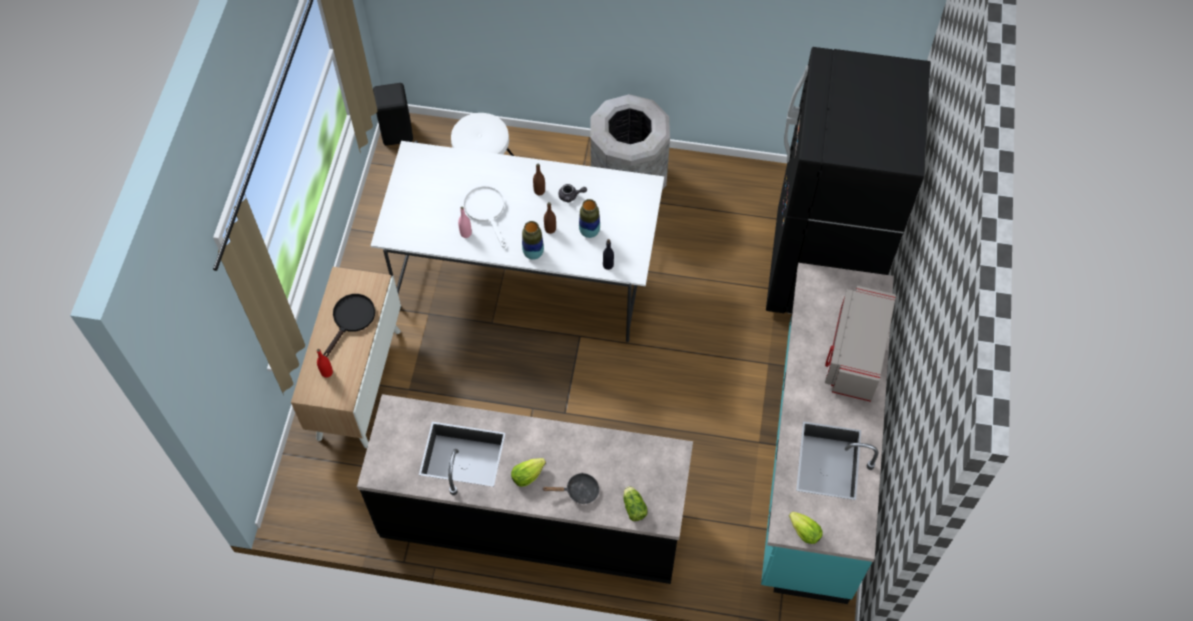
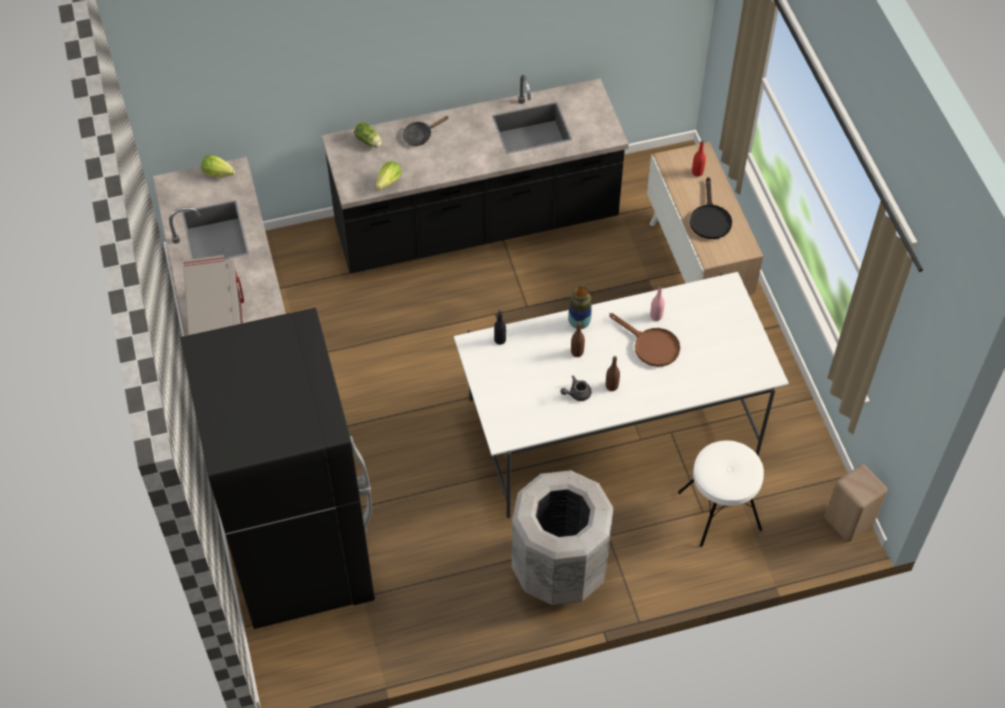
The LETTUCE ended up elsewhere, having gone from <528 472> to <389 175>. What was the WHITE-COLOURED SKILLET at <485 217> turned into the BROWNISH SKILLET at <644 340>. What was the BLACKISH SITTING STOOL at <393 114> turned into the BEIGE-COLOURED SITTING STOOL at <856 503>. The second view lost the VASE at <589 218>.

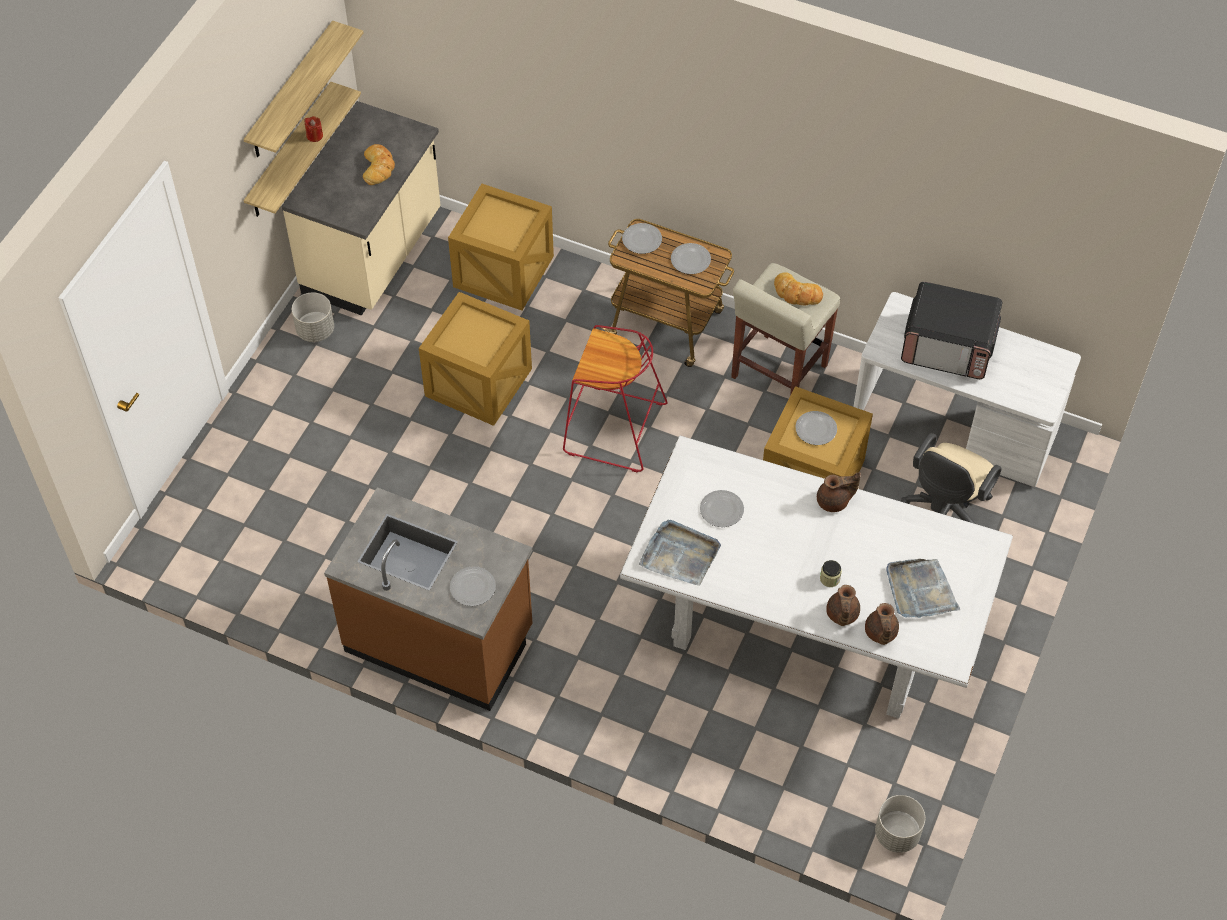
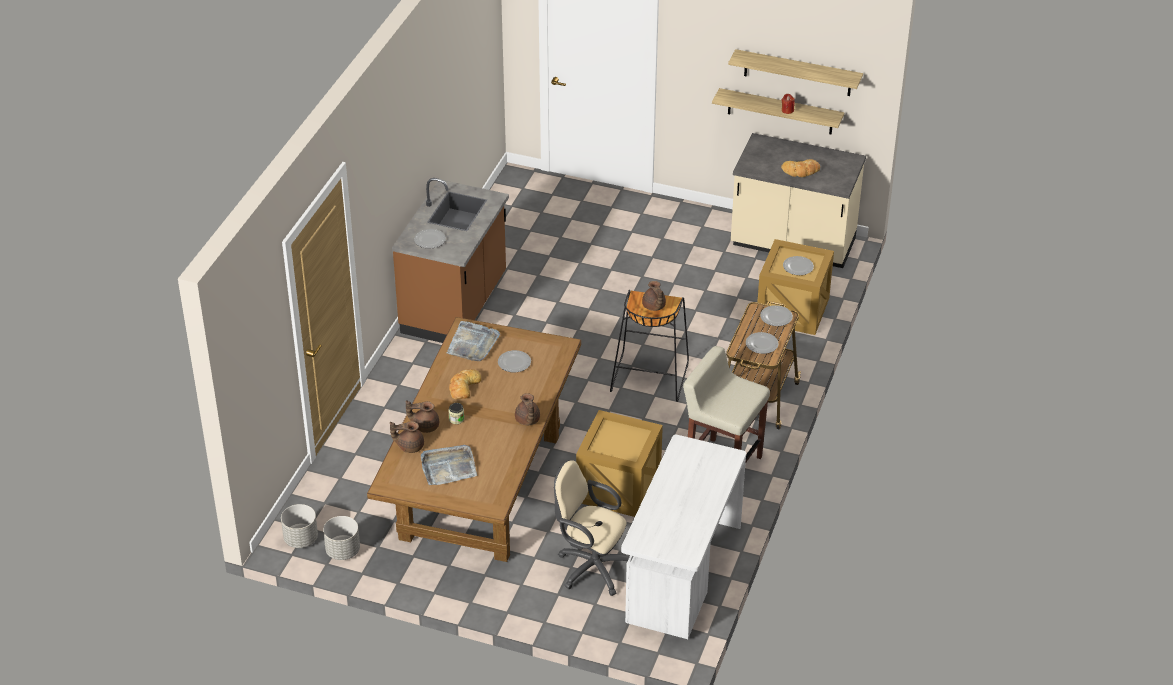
The GREY PLANT POT ended up elsewhere, having gone from <313 317> to <341 538>. What was the WHITE-COLOURED DINNER TABLE at <816 577> turned into the BROWNISH DINNER TABLE at <474 439>. The BAKED BREAD ended up elsewhere, having gone from <798 288> to <465 384>. What was the RED SITTING STOOL at <615 398> turned into the BLACKISH SITTING STOOL at <649 346>. The second view gained the BROWNISH POT FOR TEA at <654 296>. The DINNER PLATE ended up elsewhere, having gone from <816 428> to <798 265>. The second view lost the SHIPPING CRATE at <475 359>. The second view lost the MICROWAVE at <951 330>.

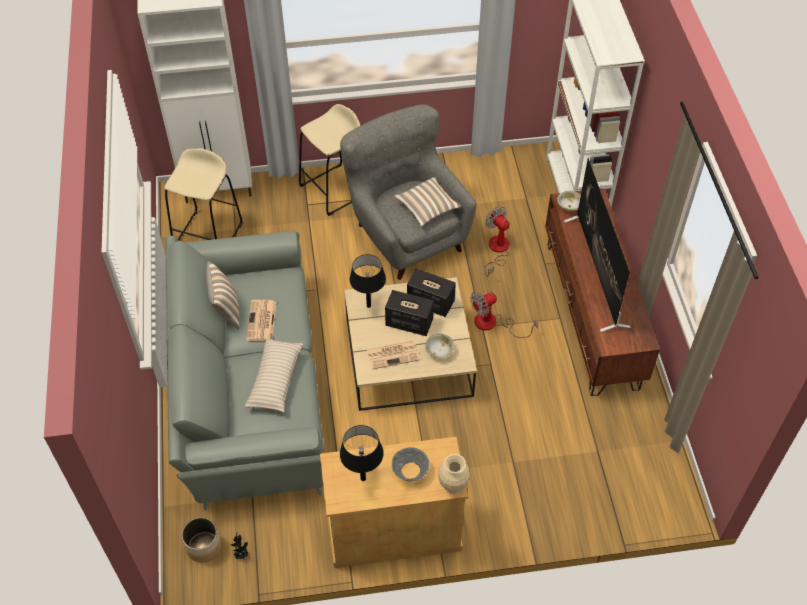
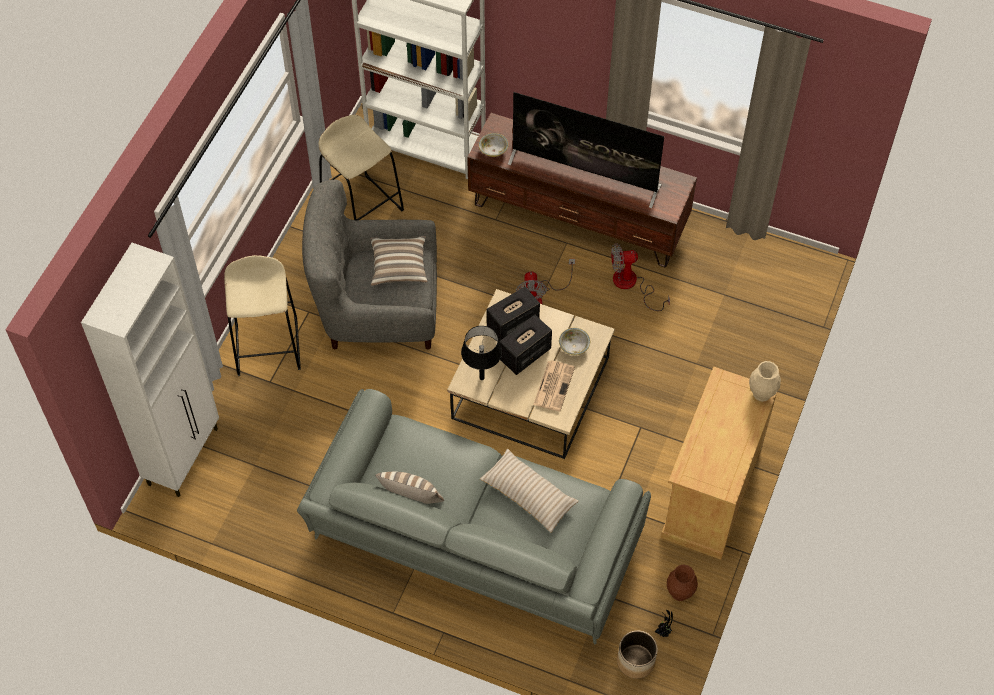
The BEIGE-COLOURED SITTING STOOL ended up elsewhere, having gone from <203 194> to <361 167>. The ELECTRIC FAN ended up elsewhere, having gone from <497 241> to <640 277>. The second view gained the BROWNISH VASE at <682 582>. The second view lost the NEWSPAPER at <261 320>. The second view lost the BLACKISH TABLE LAMP at <361 453>. The second view lost the GREY BOWL at <410 464>.

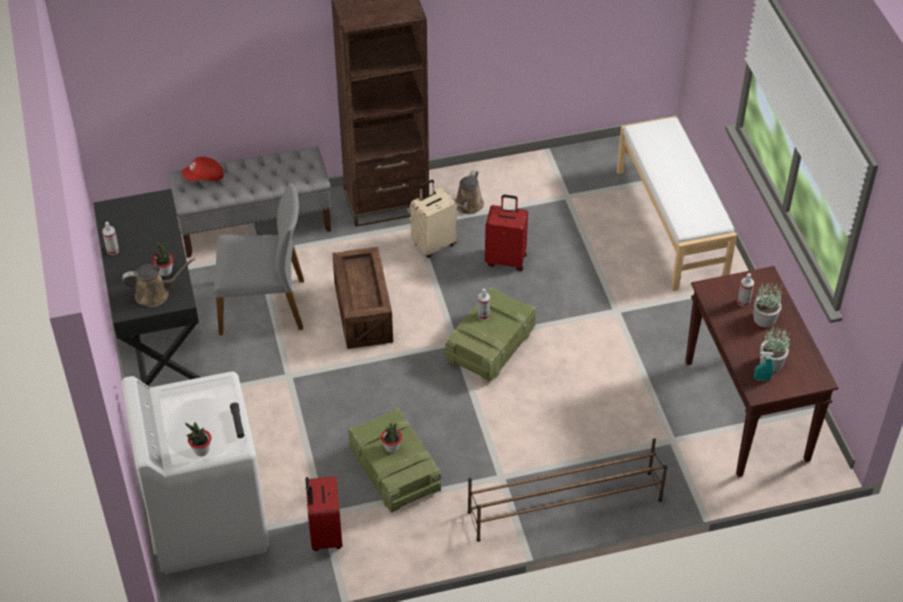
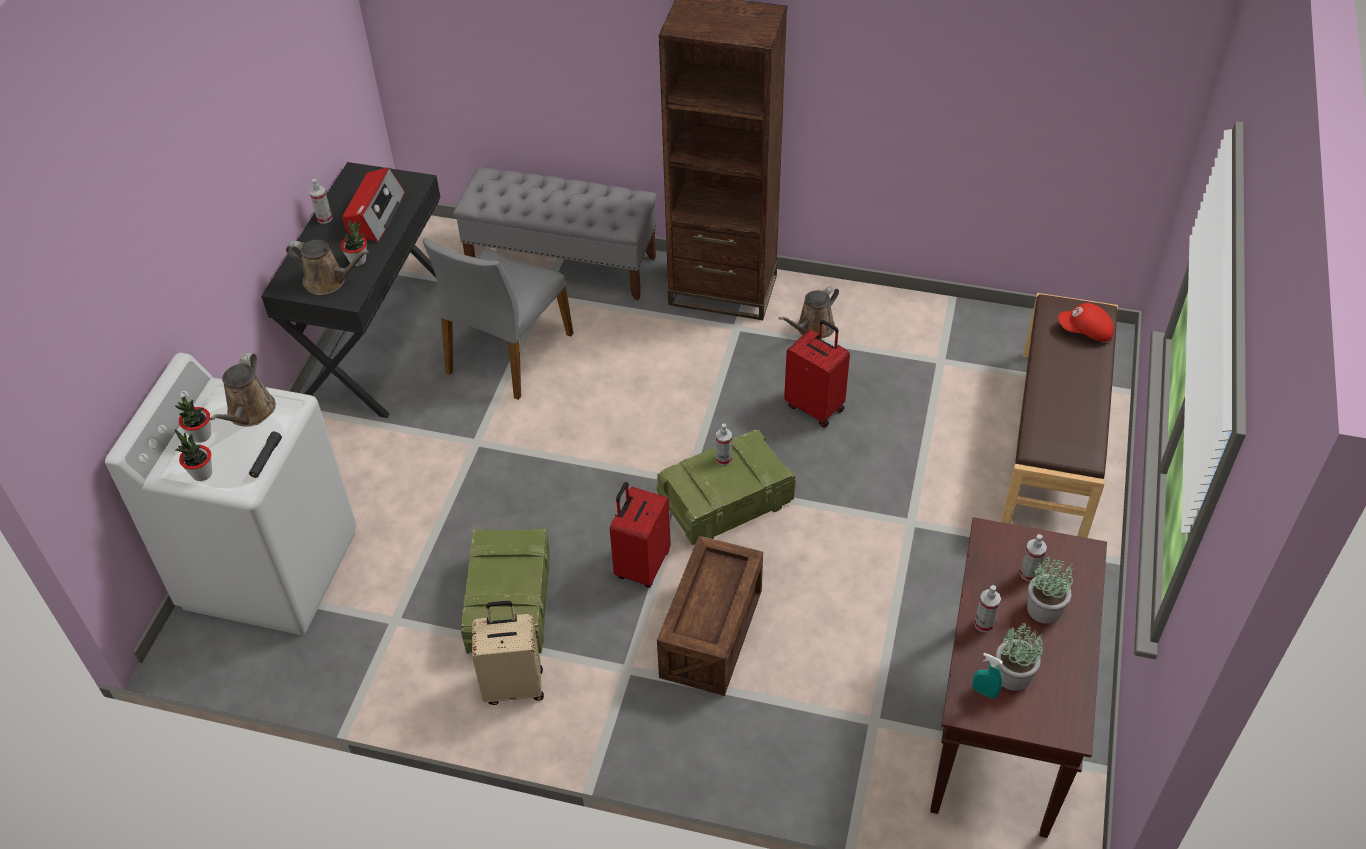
The PLANT IN A POT ended up elsewhere, having gone from <391 438> to <193 420>. The second view gained the BROWNISH WATERING POT at <243 390>. The second view gained the RADIO RECEIVER at <373 204>. The GREY UPRIGHT CHAIR at <259 259> ended up facing another way, 90 degrees clockwise from before. The BEIGE-COLOURED PIECE OF LUGGAGE ended up elsewhere, having gone from <433 219> to <508 653>. The RED PIECE OF LUGGAGE ended up elsewhere, having gone from <324 513> to <640 535>. The SHIPPING CRATE ended up elsewhere, having gone from <363 298> to <710 616>. The second view gained the SPRAYER at <987 608>. What was the WHITE-COLOURED BENCH at <677 203> turned into the BROWNISH BENCH at <1059 415>. The RED PEAKED CAP ended up elsewhere, having gone from <203 169> to <1086 322>. The second view lost the BROWNISH SHOE RACK at <567 490>.

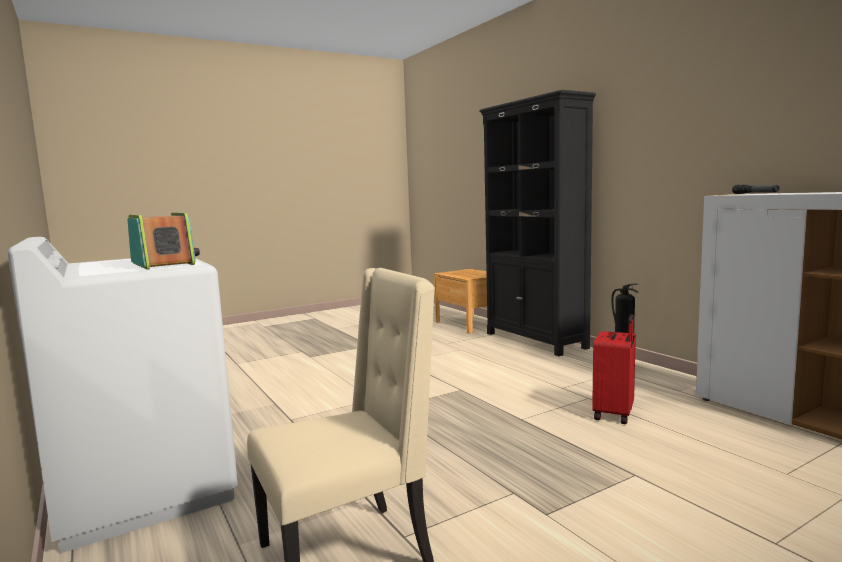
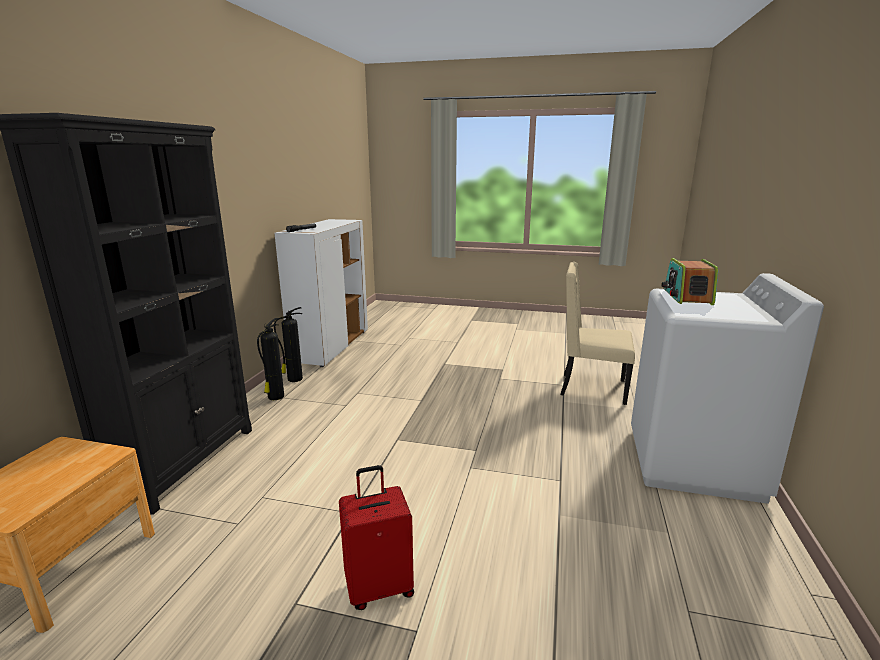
The second view gained the FIRE EXTINGUISHER at <288 344>. The RED PIECE OF LUGGAGE ended up elsewhere, having gone from <614 369> to <376 537>.

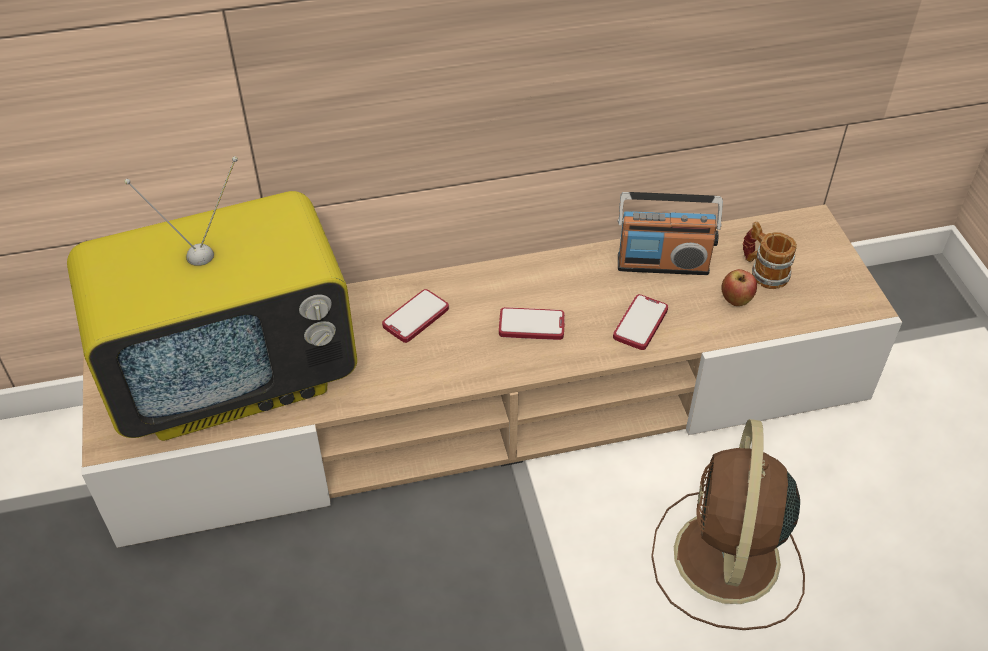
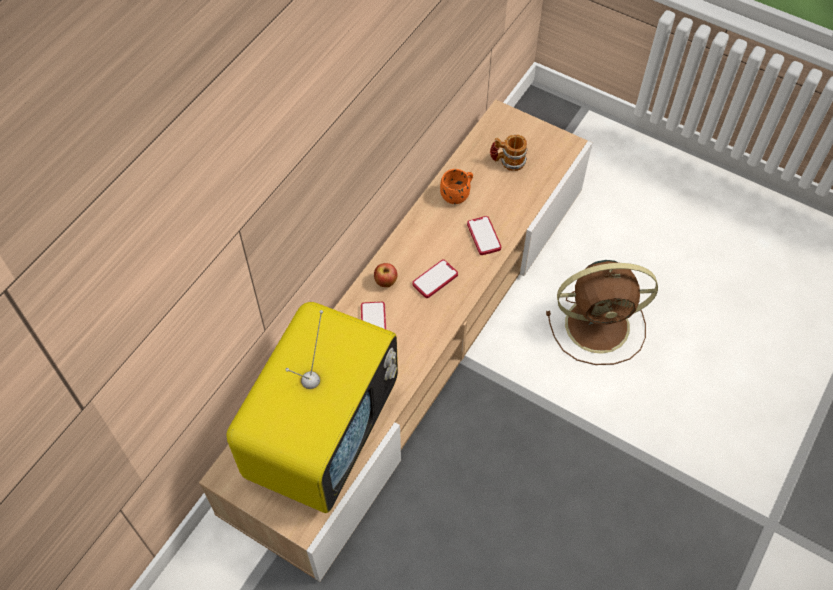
The APPLE ended up elsewhere, having gone from <739 287> to <385 275>. Where the RADIO RECEIVER stood at <670 233>, the ORANGE-COLOURED MUG came to stand at <456 186>. The BROWNISH ELECTRIC FAN at <728 524> ended up facing another way, 60 degrees counterclockwise from before.

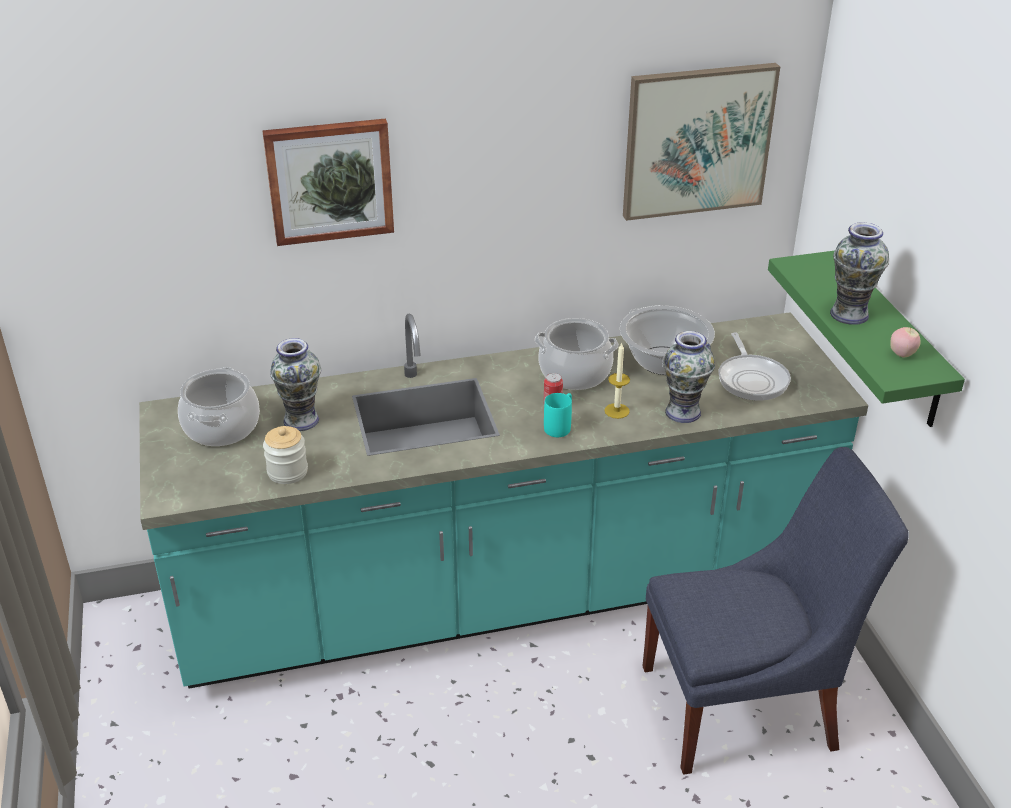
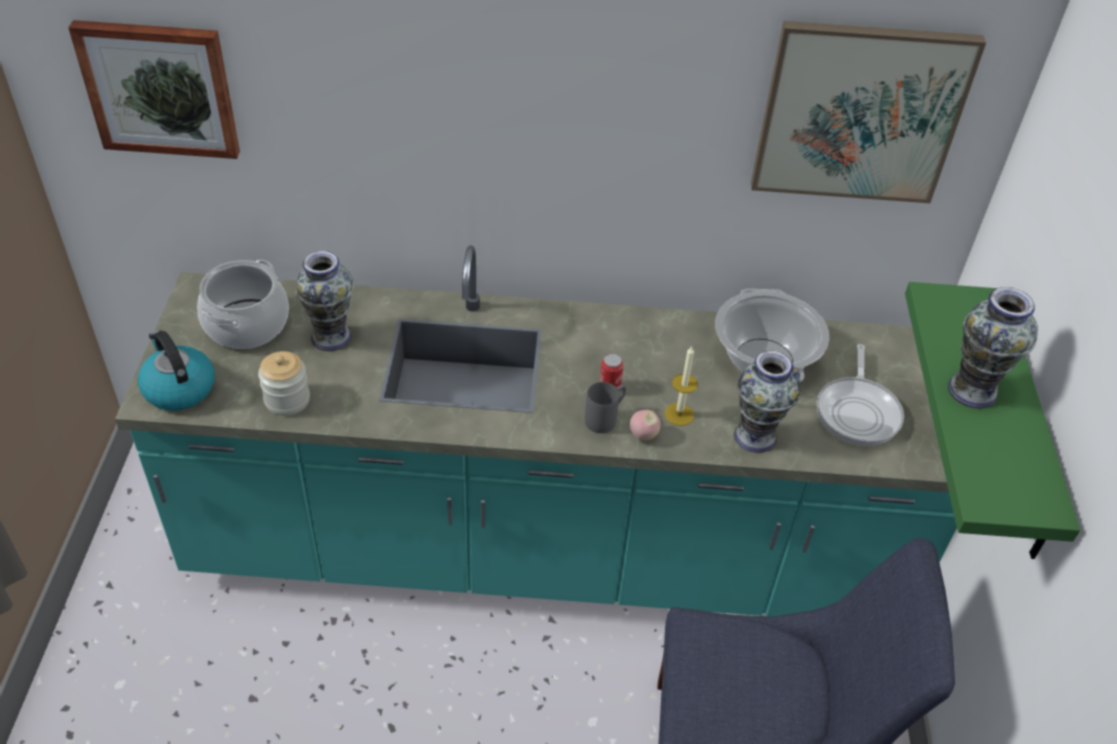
The WALL PICTURE ended up elsewhere, having gone from <328 182> to <154 89>. The second view gained the TEA KETTLE at <176 370>. What was the TURQUOISE-COLOURED MUG at <558 415> turned into the GREY MUG at <605 407>. The APPLE ended up elsewhere, having gone from <906 342> to <645 425>. The second view lost the SAUCEPOT at <577 354>.

